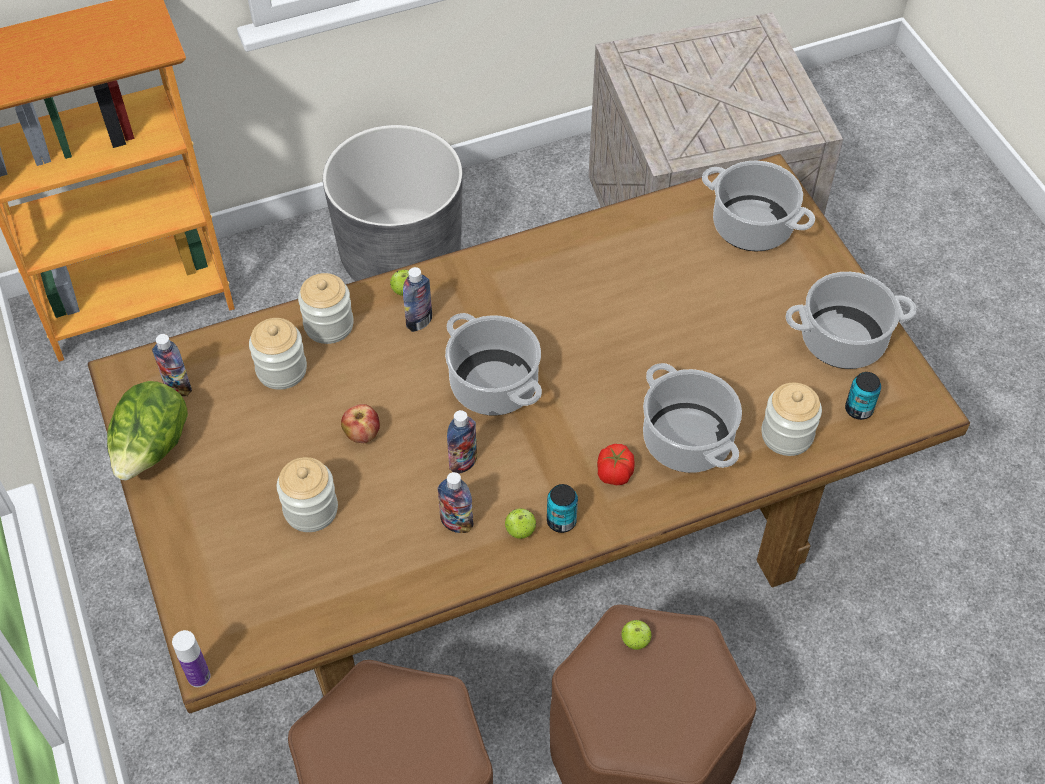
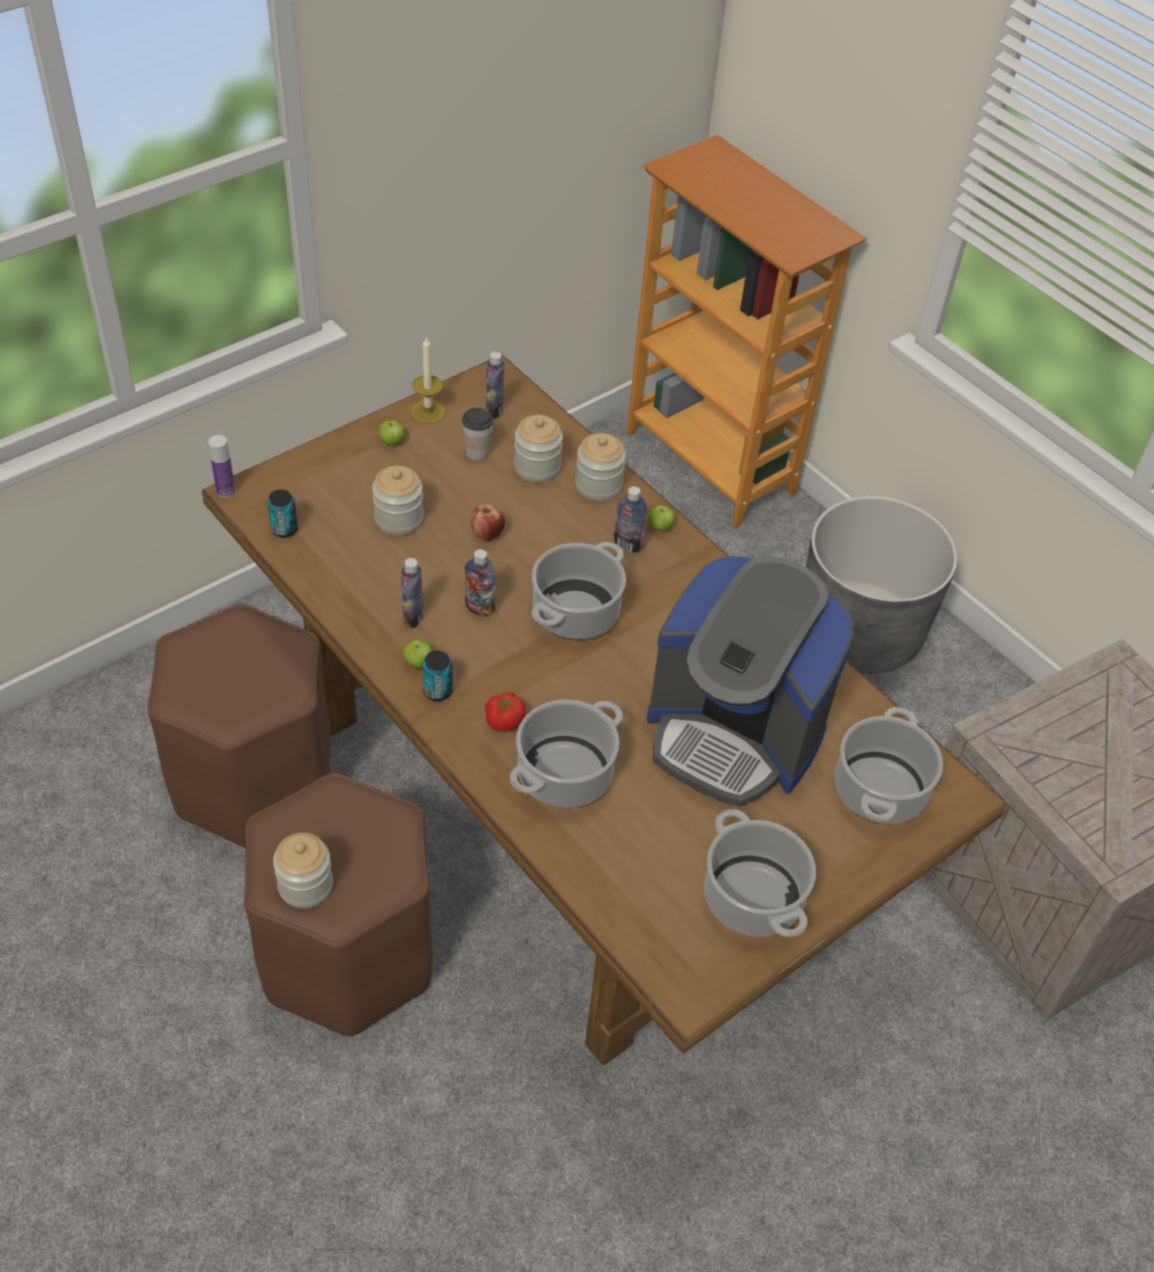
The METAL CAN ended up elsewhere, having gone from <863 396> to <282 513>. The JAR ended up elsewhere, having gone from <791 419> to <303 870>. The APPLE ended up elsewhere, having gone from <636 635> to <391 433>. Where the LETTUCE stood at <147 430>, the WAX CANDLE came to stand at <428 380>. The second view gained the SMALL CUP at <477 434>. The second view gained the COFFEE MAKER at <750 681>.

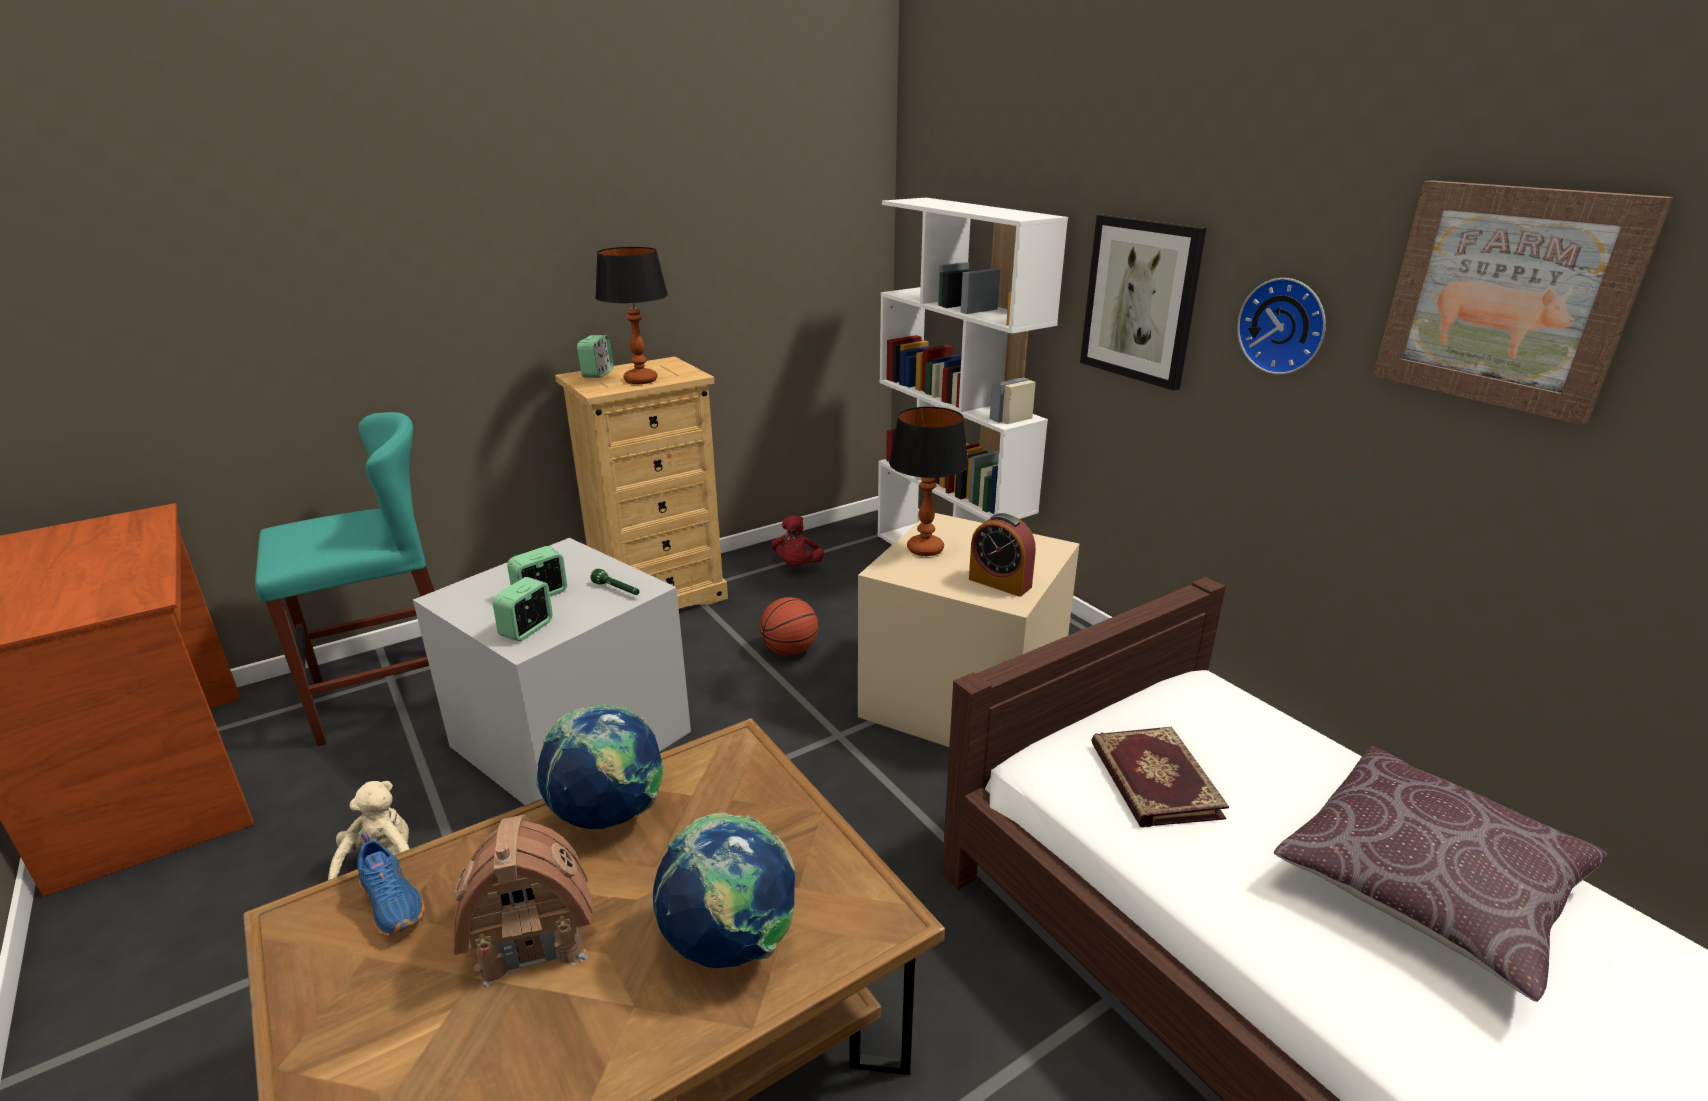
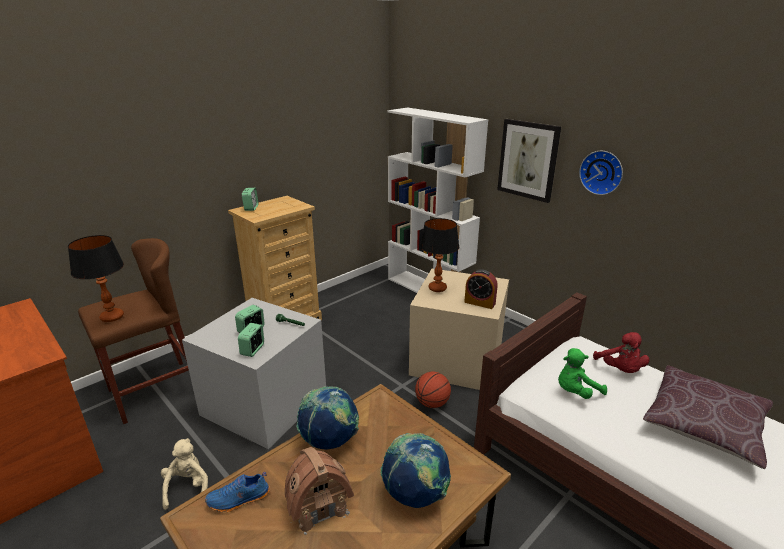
The TABLE LAMP ended up elsewhere, having gone from <631 315> to <96 278>. What was the TURQUOISE-COLOURED SITTING STOOL at <345 579> turned into the BROWNISH SITTING STOOL at <133 331>. The BLUE-COLOURED ITEM OF FOOTWEAR at <391 884> ended up facing another way, 120 degrees clockwise from before. The BASKETBALL ended up elsewhere, having gone from <789 626> to <433 390>. Where the VOLUME stood at <1160 777>, the GREEN PLUSH TOY came to stand at <582 373>. The RED PLUSH TOY ended up elsewhere, having gone from <797 540> to <621 352>. The second view lost the WALL PICTURE at <1523 302>.

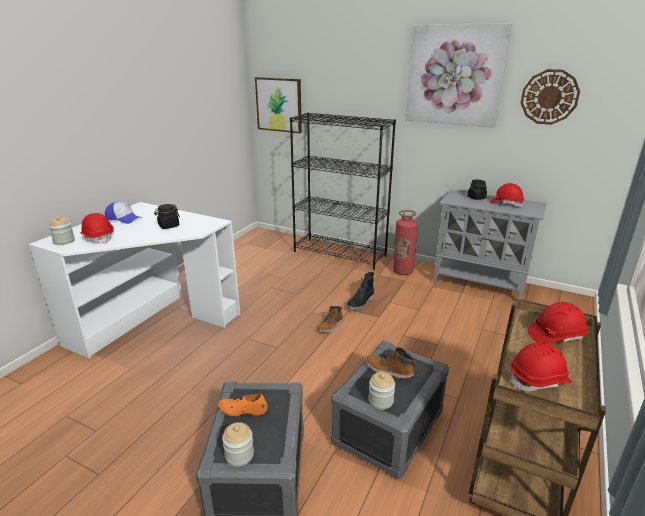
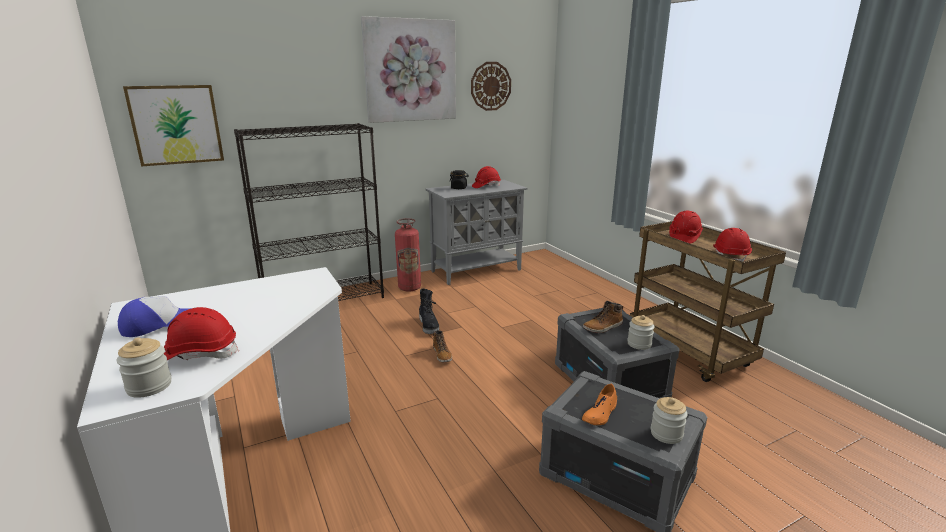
The second view lost the BLACKISH JAR at <167 216>.

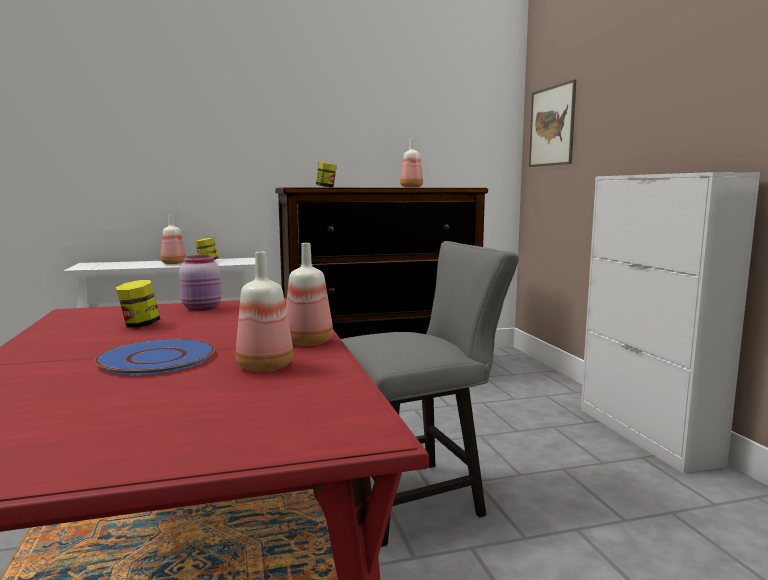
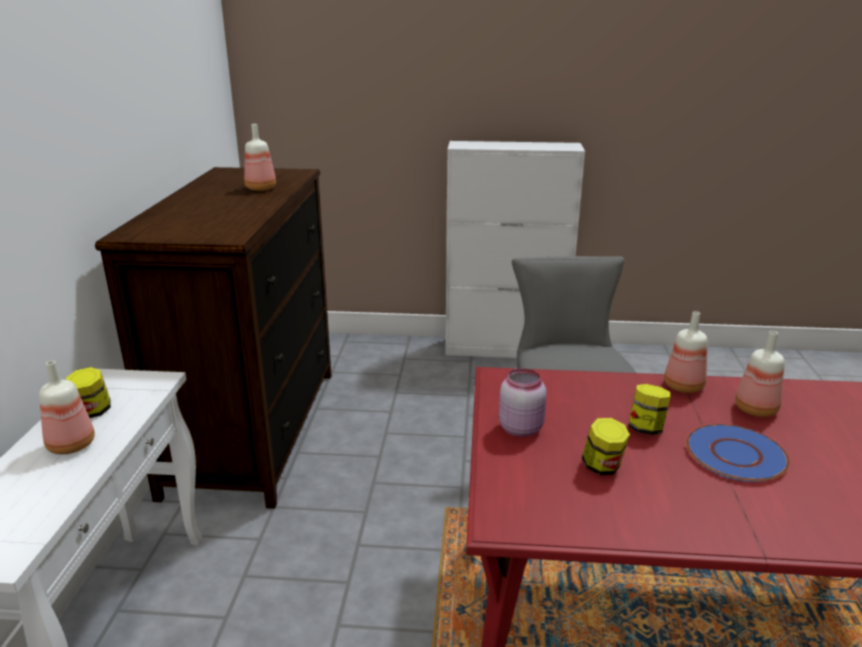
The JAR ended up elsewhere, having gone from <326 174> to <650 409>. The second view lost the WALL PICTURE at <552 123>.

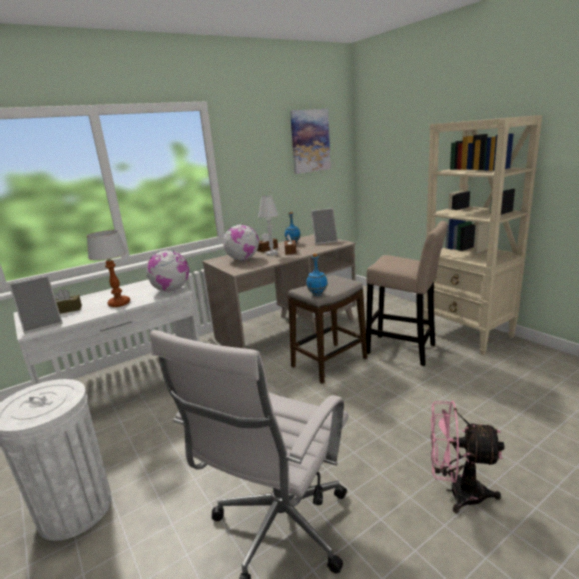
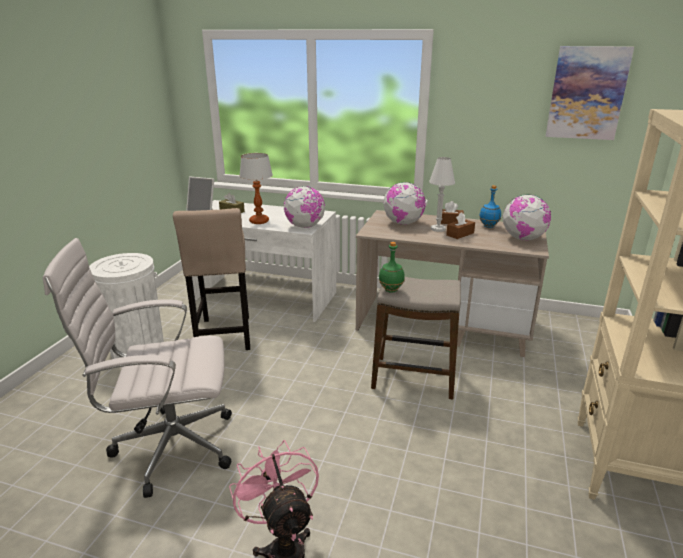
The BEIGE-COLOURED SITTING STOOL ended up elsewhere, having gone from <407 293> to <211 279>. What was the BLUE-COLOURED BOTTLE at <317 274> turned into the GREEN BOTTLE at <392 267>. Where the STANDING FRAME stood at <324 226>, the DESK GLOBE came to stand at <527 217>.

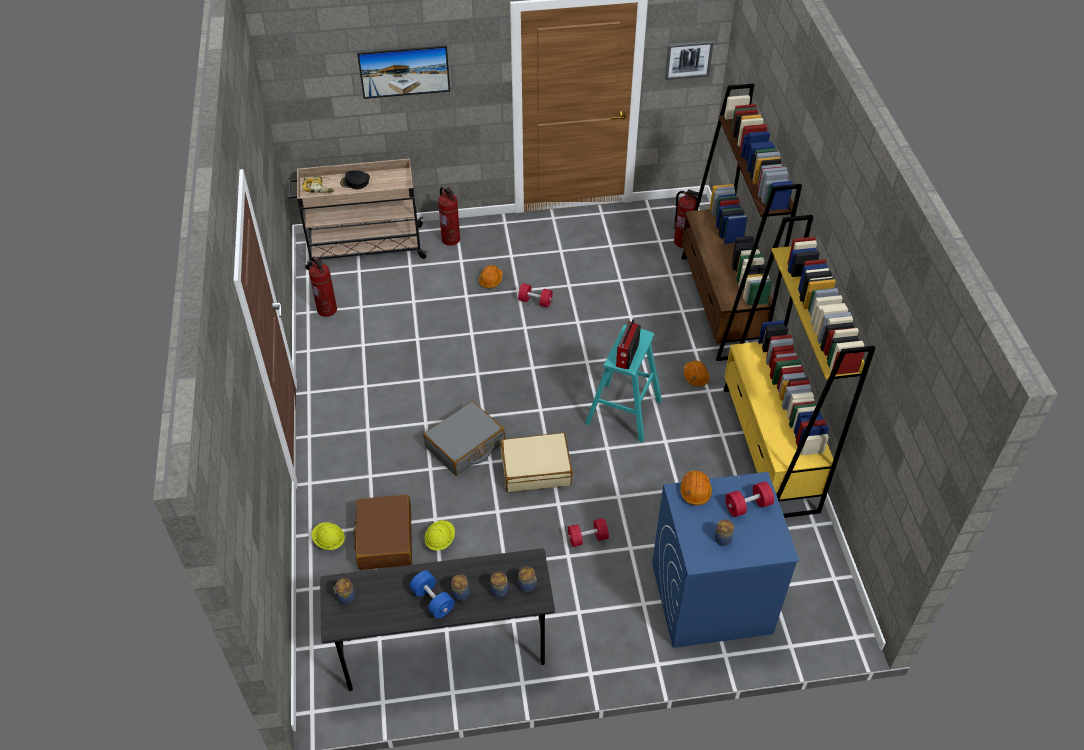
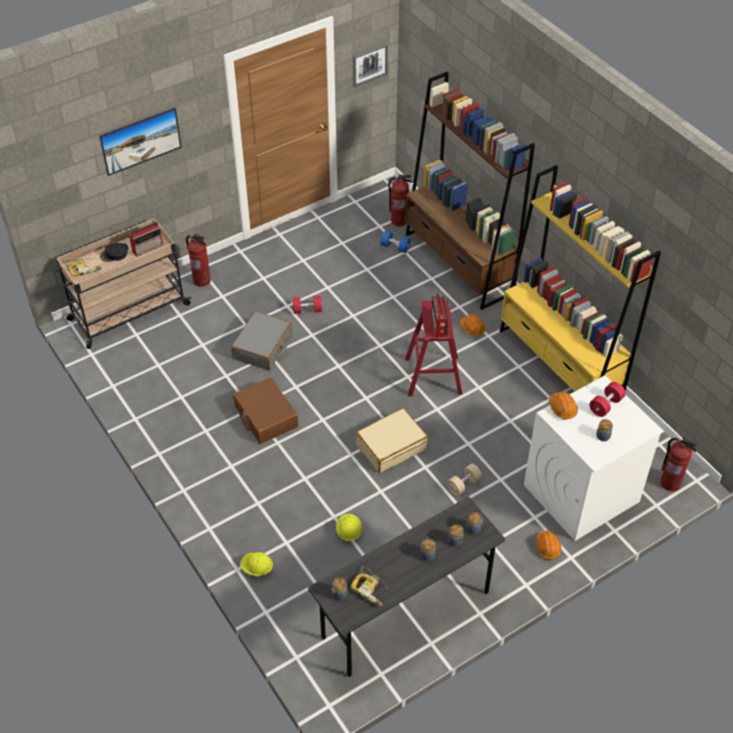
The second view gained the RADIO RECEIVER at <146 239>. The GREY PIECE OF LUGGAGE ended up elsewhere, having gone from <464 438> to <262 340>. The BROWNISH PIECE OF LUGGAGE ended up elsewhere, having gone from <382 532> to <265 410>. The second view gained the POWER DRILL at <369 586>. The BLUE-COLOURED HAND WEIGHT ended up elsewhere, having gone from <432 595> to <395 242>. What was the TURQUOISE-COLOURED SITTING STOOL at <623 384> turned into the RED SITTING STOOL at <433 348>. What was the RED HAND WEIGHT at <588 532> turned into the BEIGE-COLOURED HAND WEIGHT at <464 480>. What was the BLUE-COLOURED WASHING MACHINE at <725 560> turned into the WHITE-COLOURED WASHING MACHINE at <594 458>. The ORANGE-COLOURED SAFETY HELMET ended up elsewhere, having gone from <491 277> to <549 545>. The FIRE EXTINGUISHER ended up elsewhere, having gone from <323 286> to <679 464>.

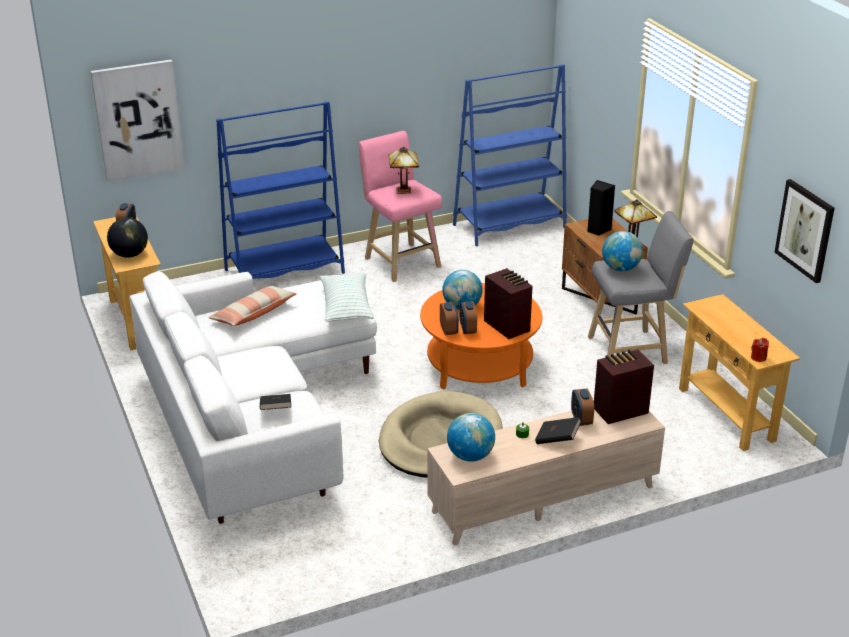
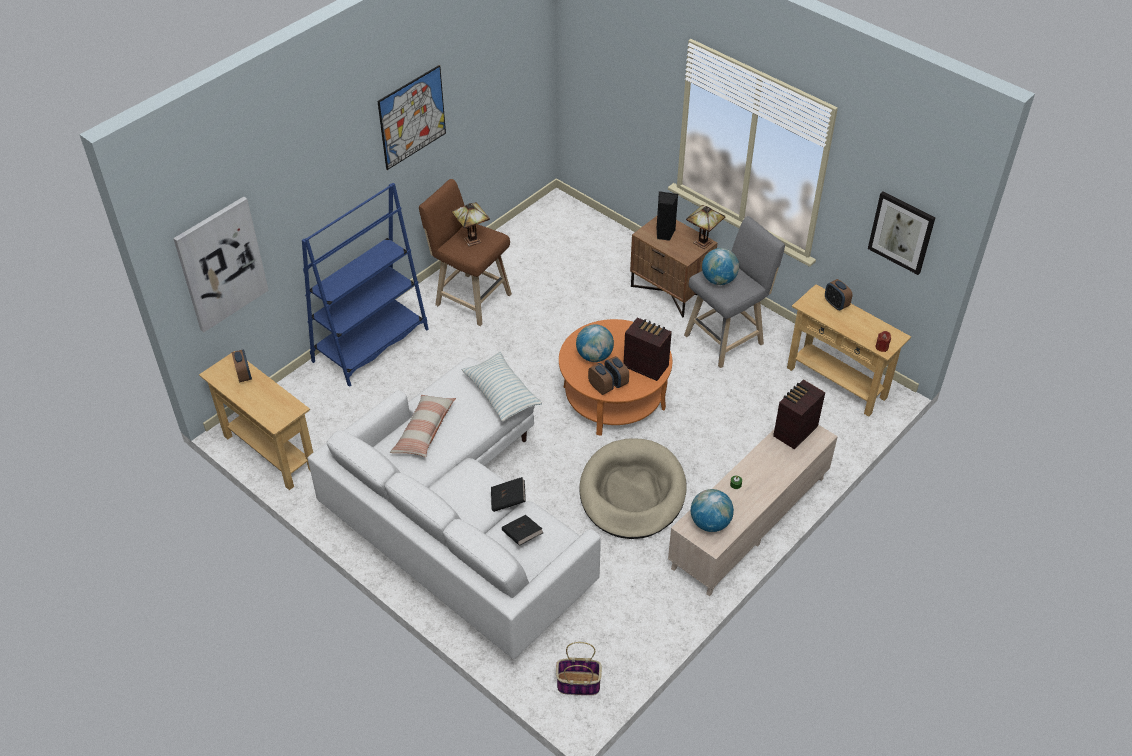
The second view gained the WALL PICTURE at <411 117>. What was the PINK SITTING STOOL at <400 206> turned into the BROWNISH SITTING STOOL at <465 252>. The BLACKISH VOLUME ended up elsewhere, having gone from <558 430> to <508 494>. The second view gained the HOUSEHOLD BASKET at <579 668>. The TABLE CLOCK ended up elsewhere, having gone from <582 407> to <838 294>. The second view lost the DESK GLOBE at <127 238>. The second view lost the BLUE-COLOURED SHELVING UNIT at <510 155>.

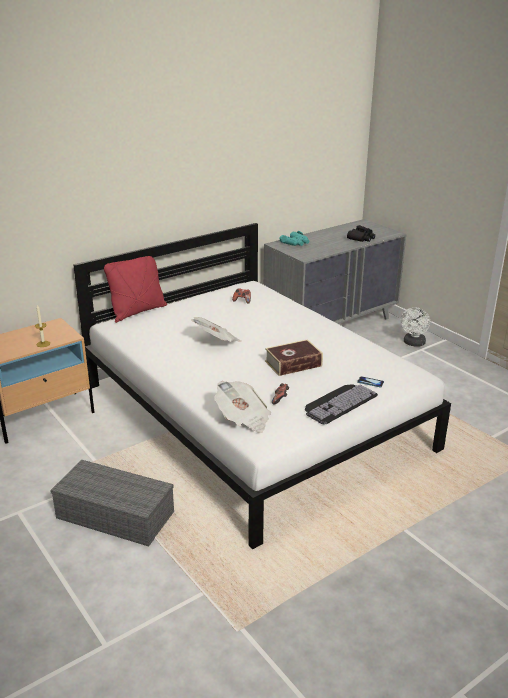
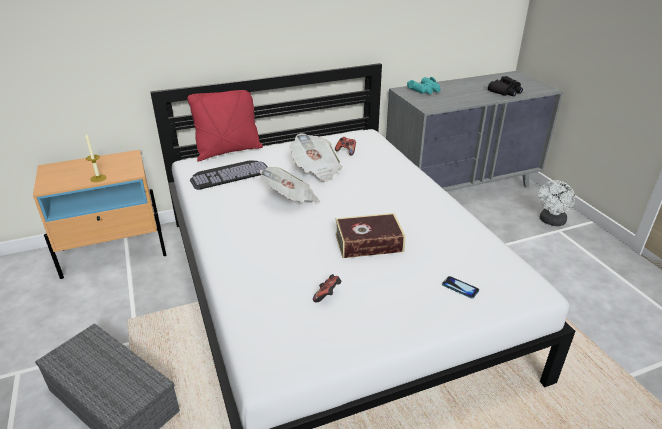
The PC KEYBOARD ended up elsewhere, having gone from <341 404> to <229 175>. The NEWSPAPER ended up elsewhere, having gone from <242 407> to <315 157>.

